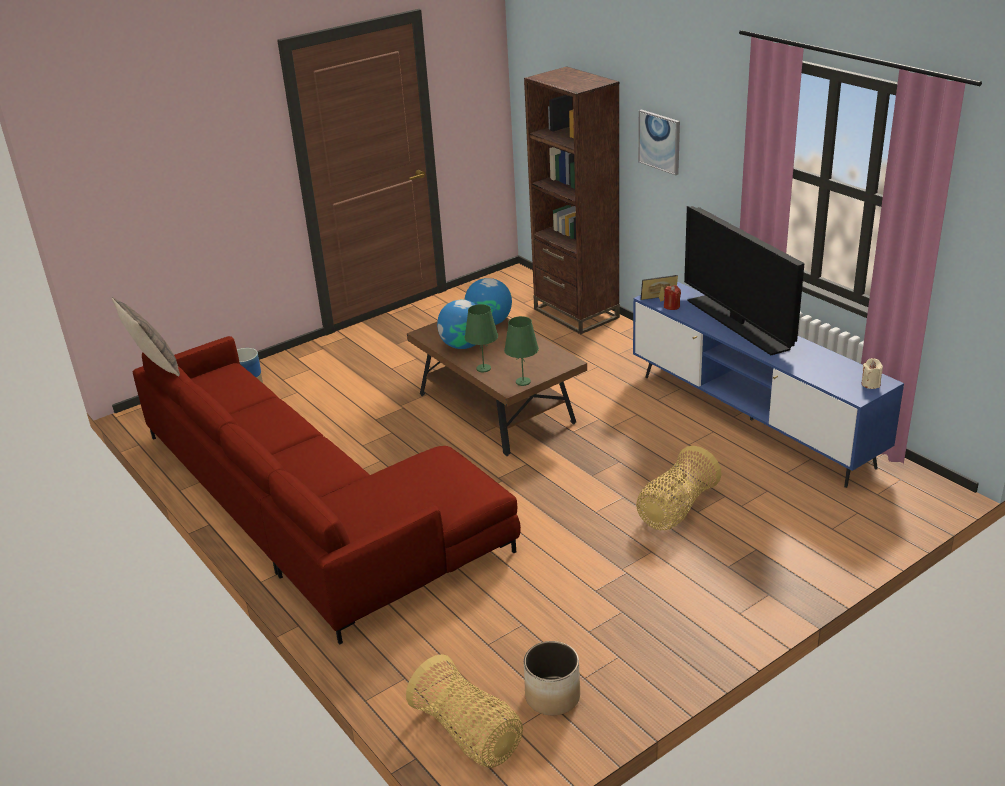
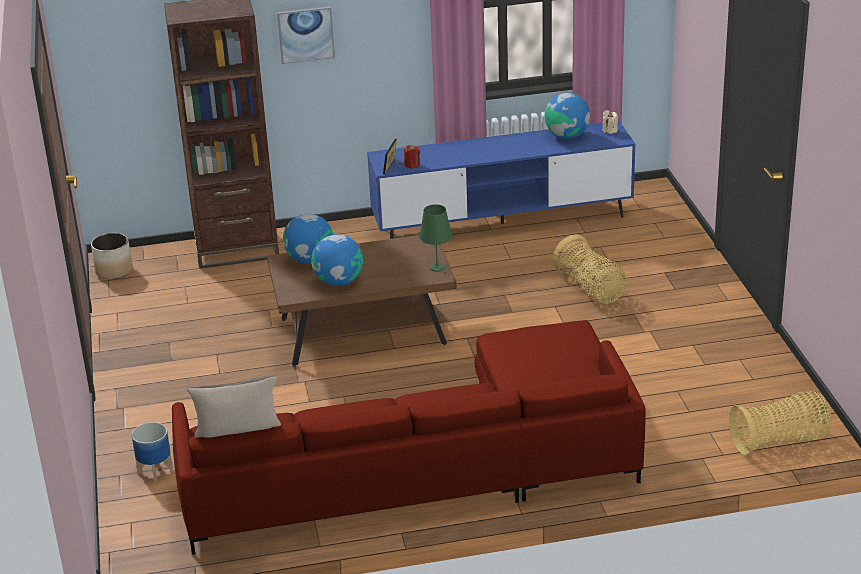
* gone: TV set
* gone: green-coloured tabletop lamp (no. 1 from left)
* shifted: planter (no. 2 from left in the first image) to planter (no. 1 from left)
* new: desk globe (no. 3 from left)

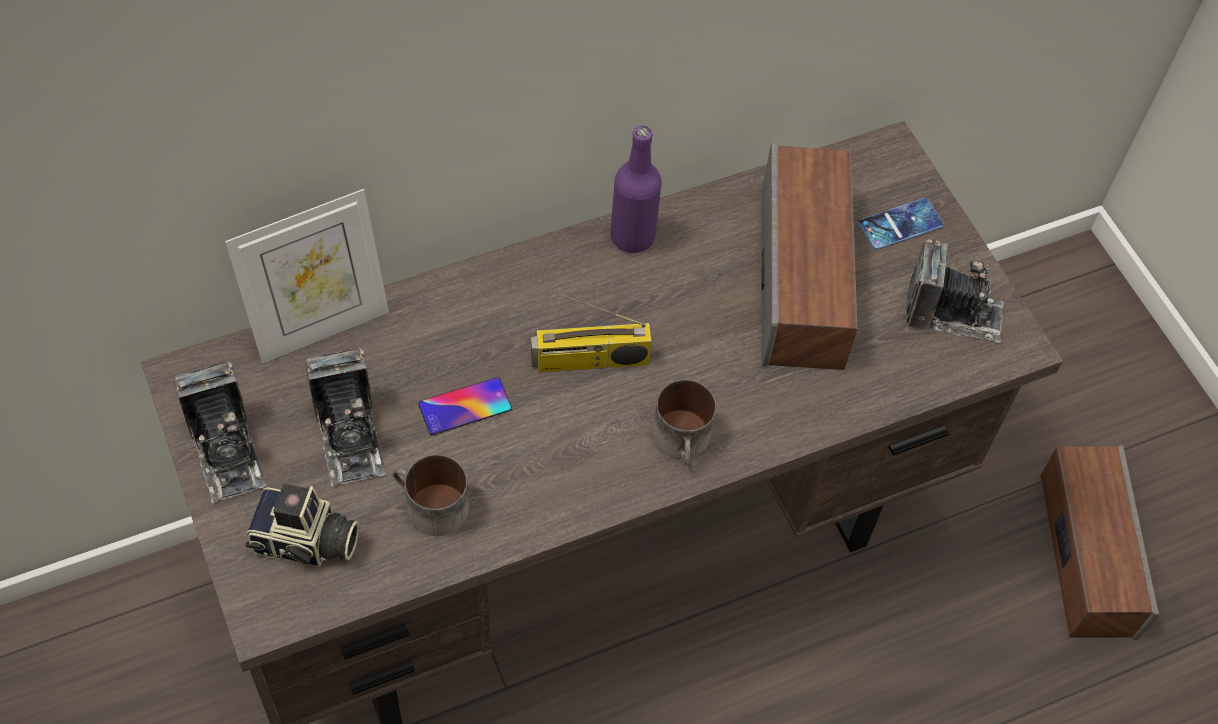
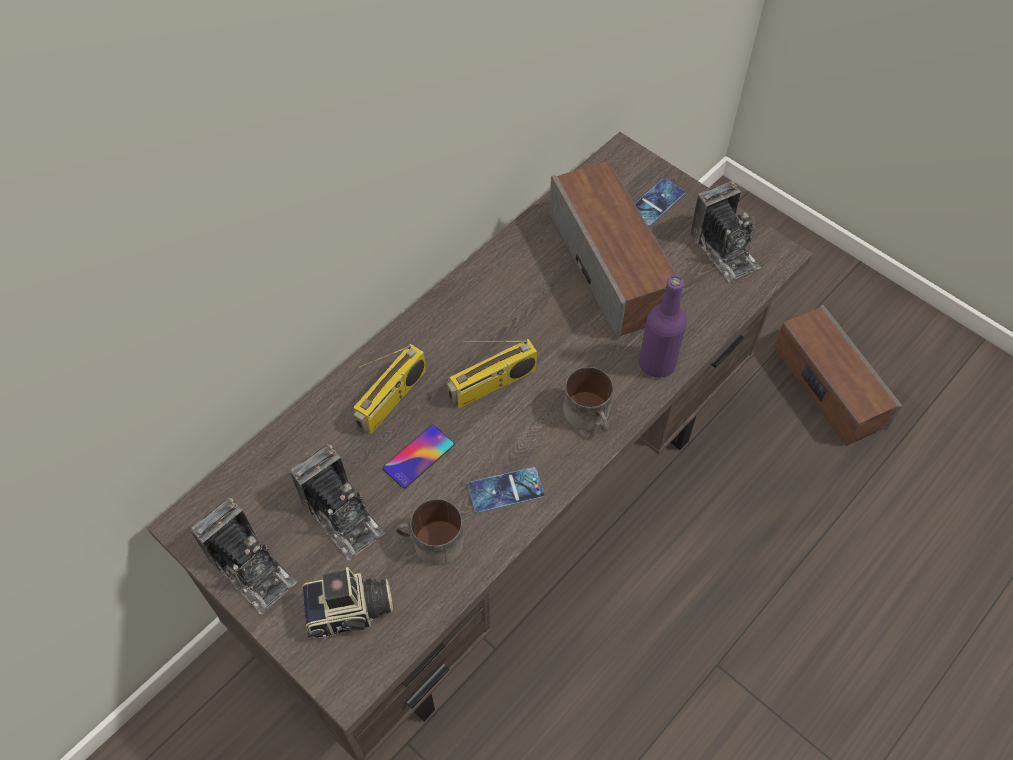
* shifted: purplish bottle
* gone: picture frame
* rotated: photo camera (no. 4 from left) 75 degrees clockwise
* new: radio receiver (no. 1 from left)
* new: telephone (no. 2 from left)

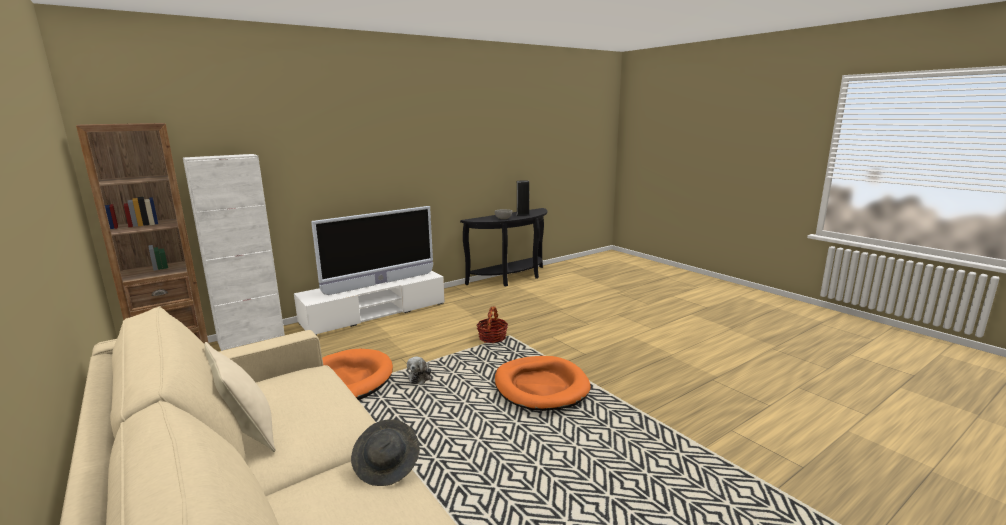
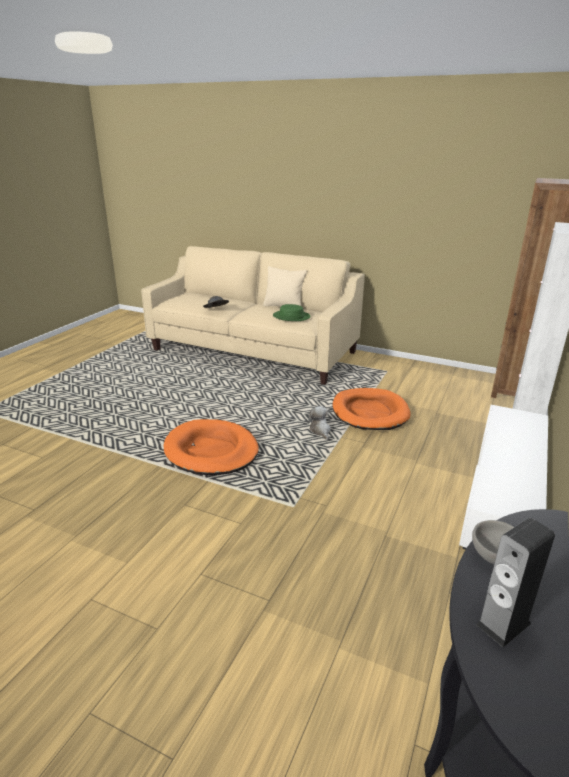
* gone: TV set
* gone: storage basket
* new: green-coloured clothing hat

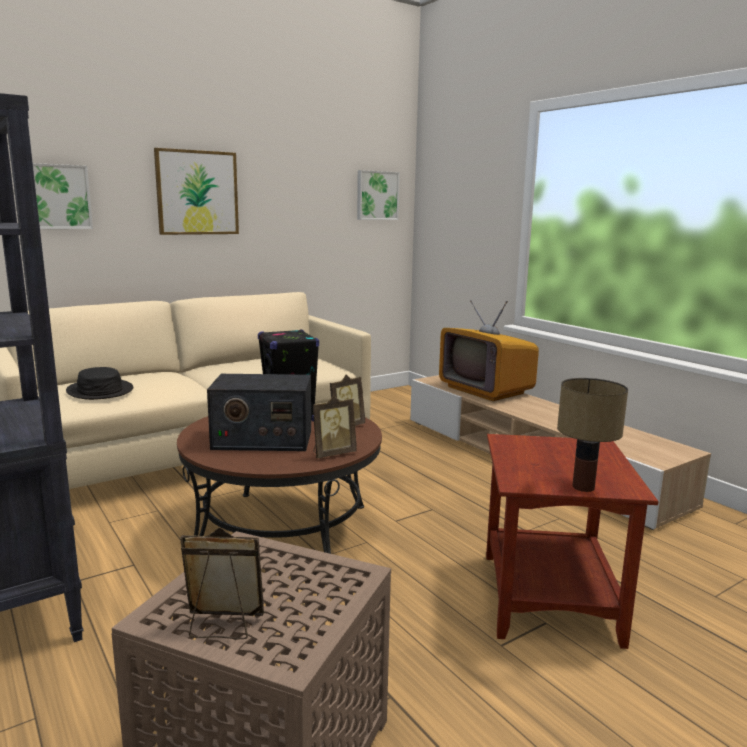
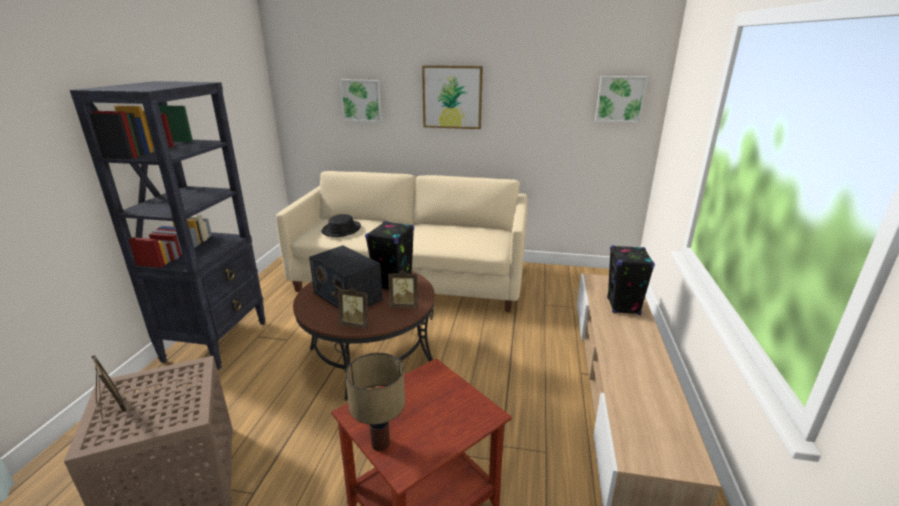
* swapped: TV set to black-coloured audio speaker (no. 2 from left)

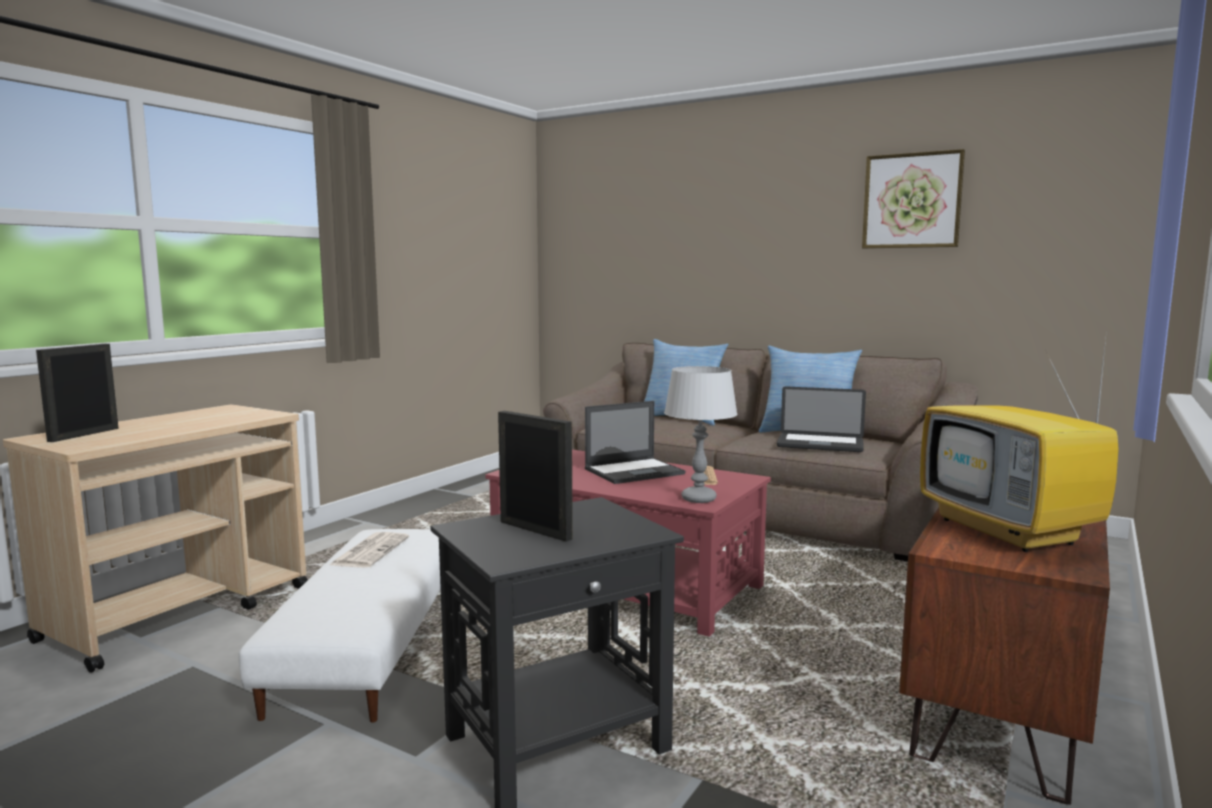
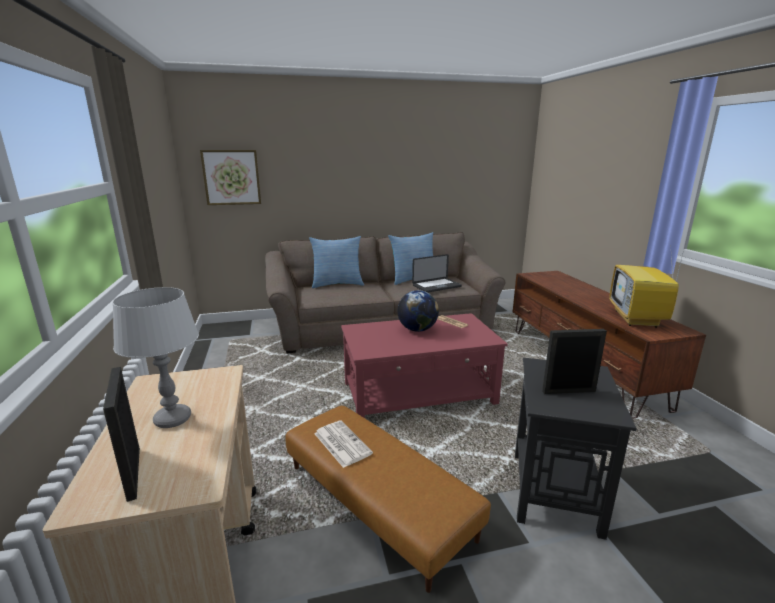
* shifted: wall picture
* rotated: TV set 75 degrees clockwise
* shifted: greyish tabletop lamp
* swapped: portable computer (no. 1 from left) to desk globe
* repainted: white footrest to brown-coloured footrest

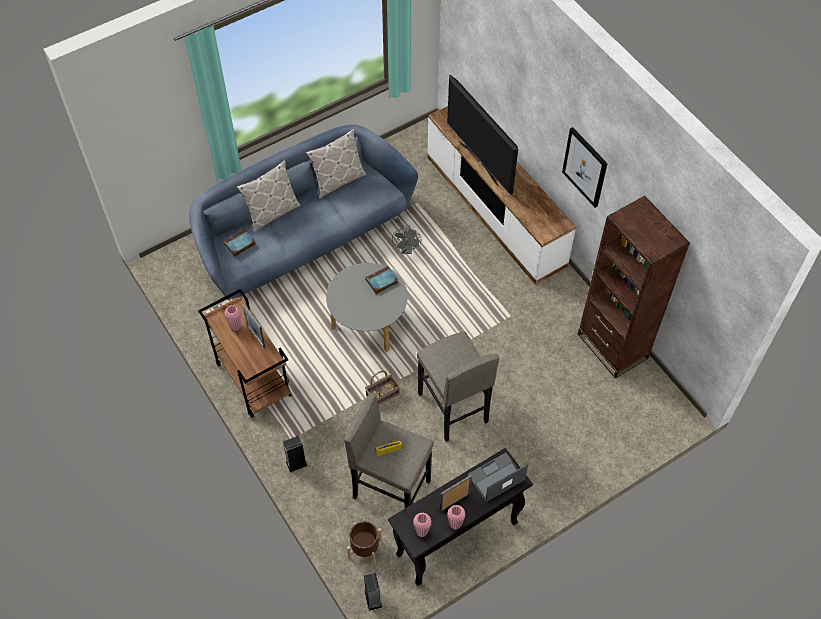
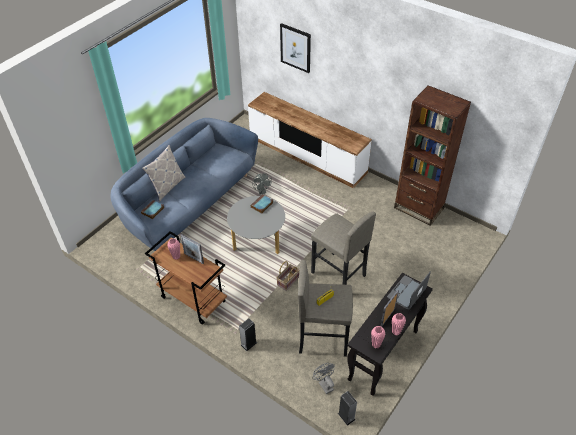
* gone: TV set
* shifted: wall picture
* gone: cushion (no. 2 from left)
* swapped: brown-coloured planter to greyish electric fan (no. 2 from left)

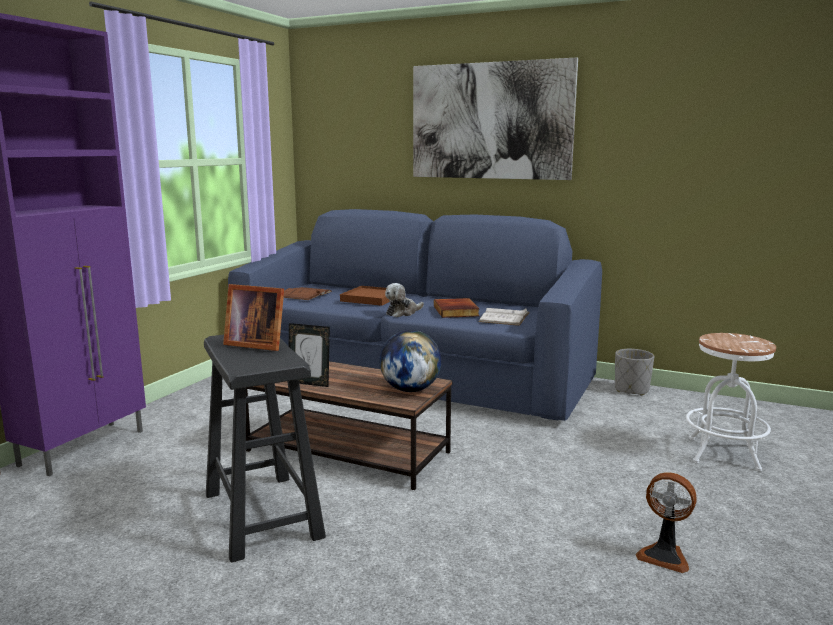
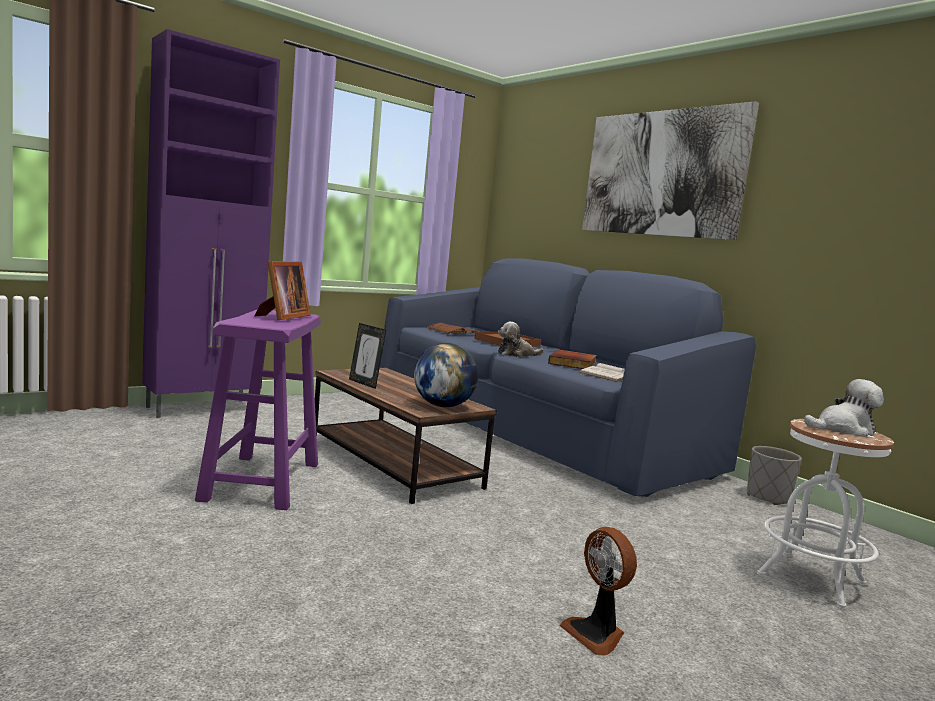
* rotated: picture frame (no. 1 from left) 120 degrees counterclockwise
* repainted: black-coloured stool to purplish stool
* new: soft toy (no. 2 from left)

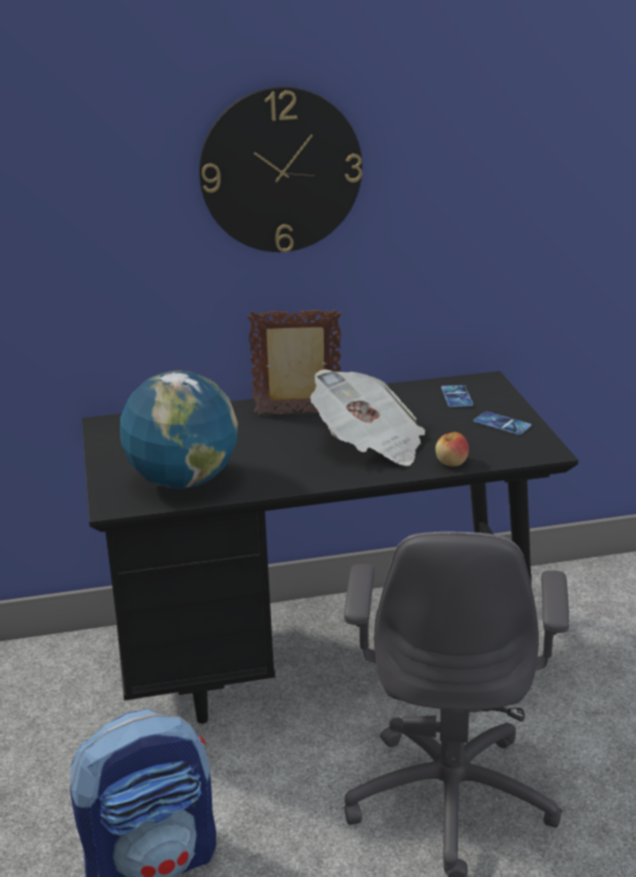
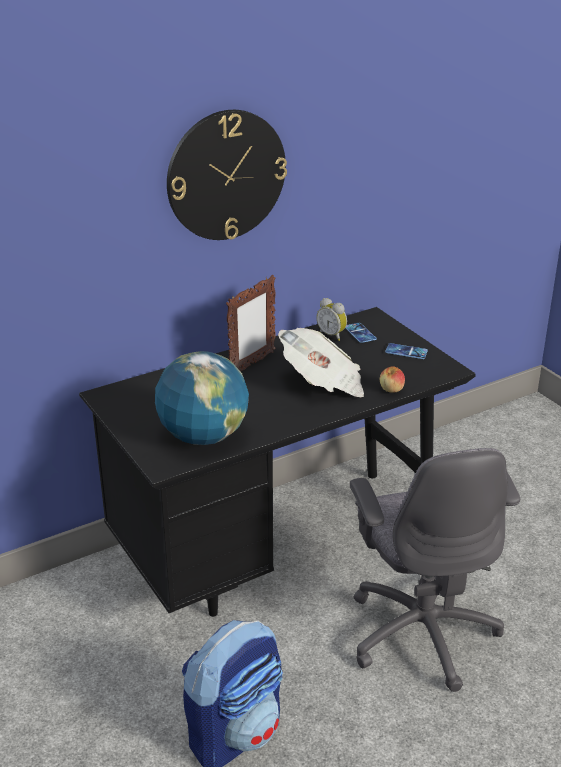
* rotated: picture frame 150 degrees clockwise
* new: table clock

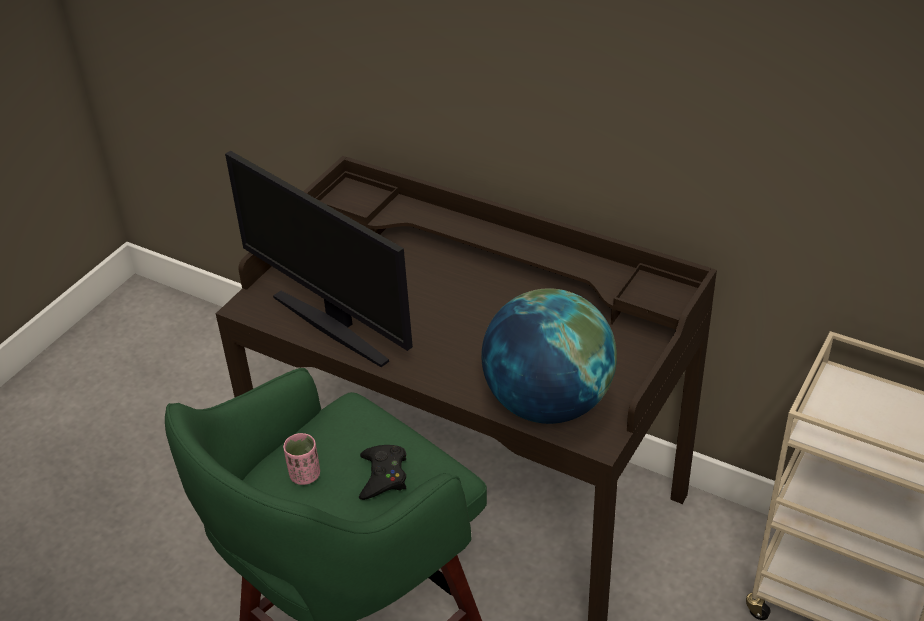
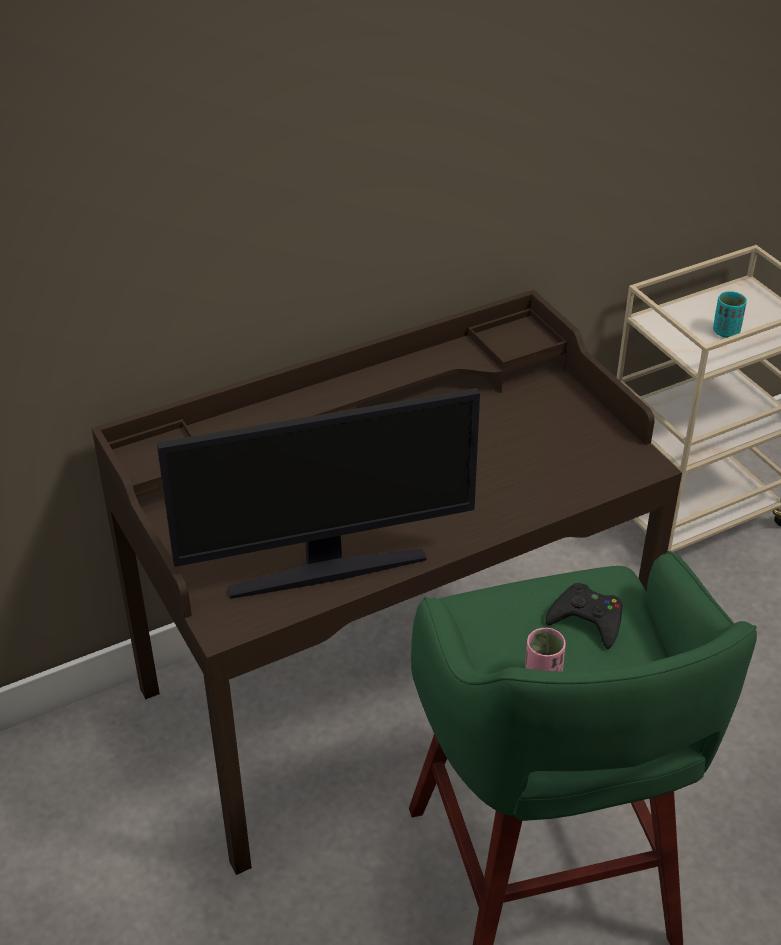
* gone: desk globe
* new: turquoise-coloured cup

